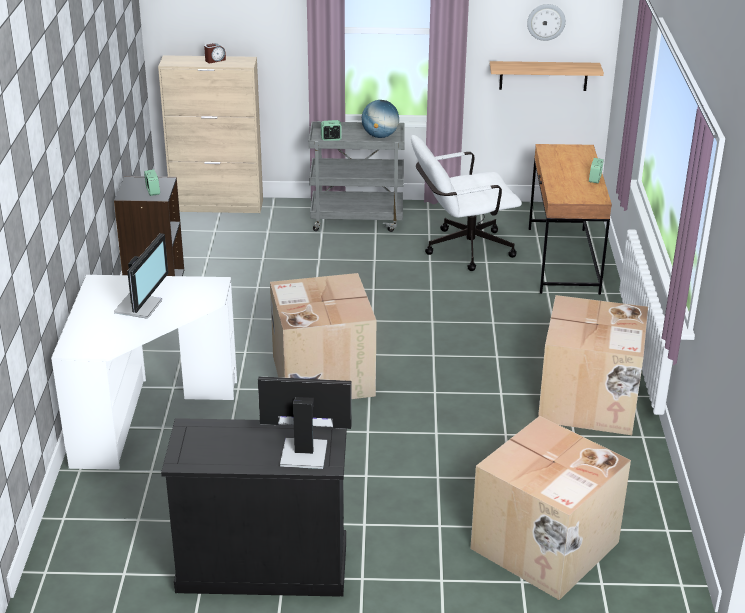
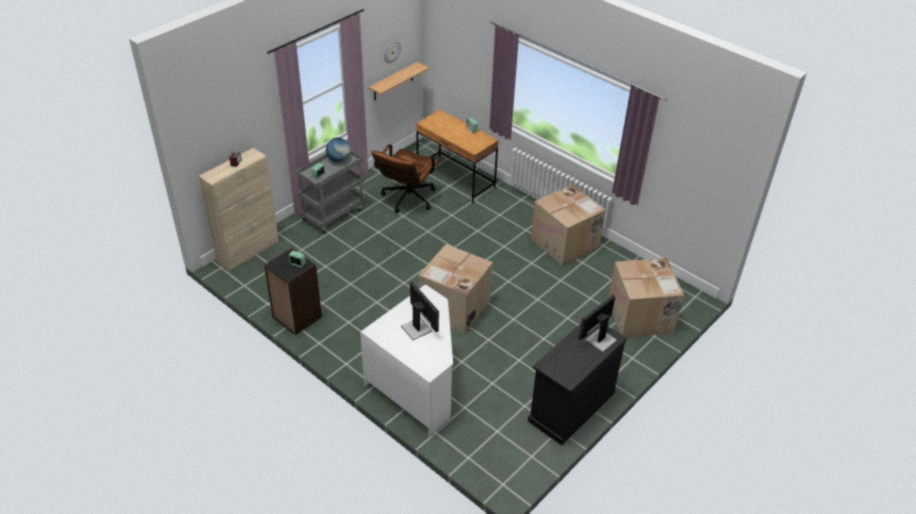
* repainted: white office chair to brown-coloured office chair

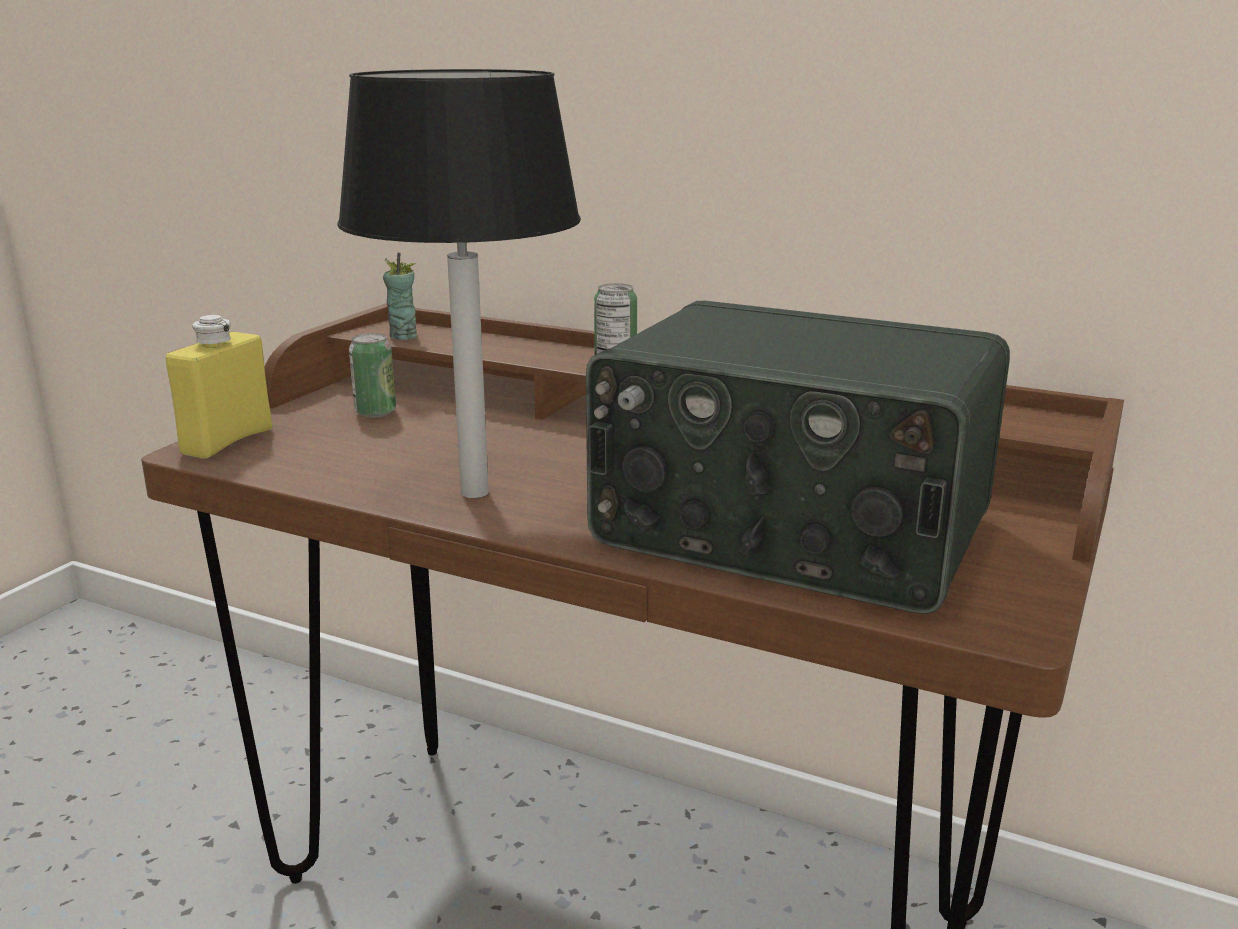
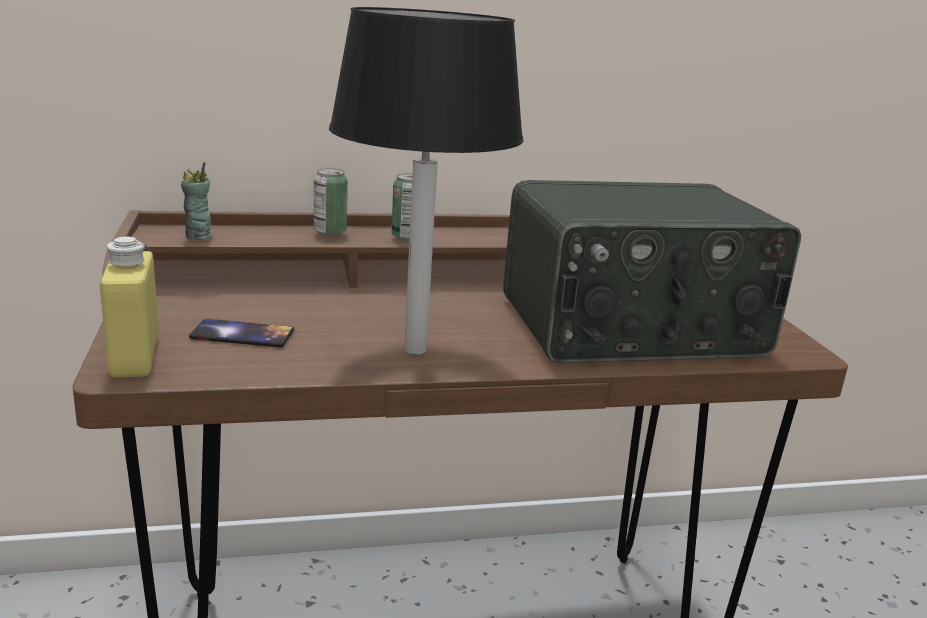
* shifted: sealed can (no. 1 from left)
* new: telephone

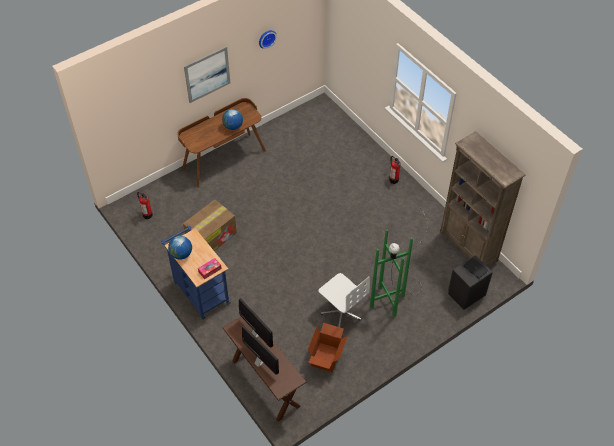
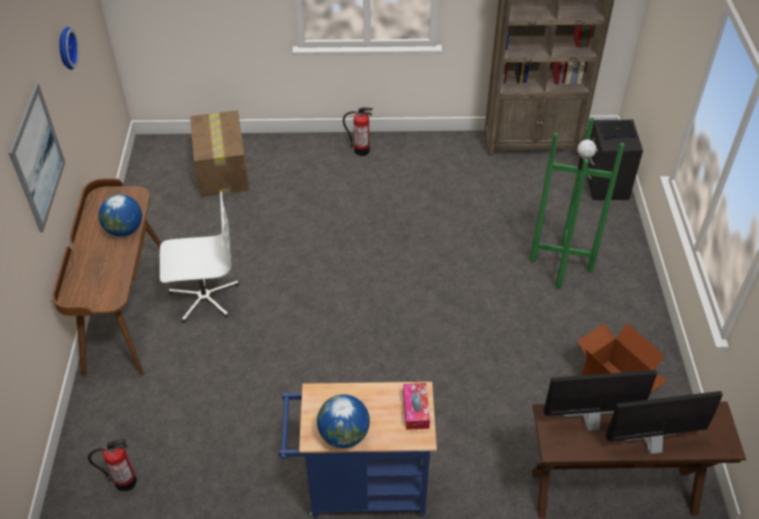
* shifted: packing box (no. 1 from left)
* shifted: white office chair

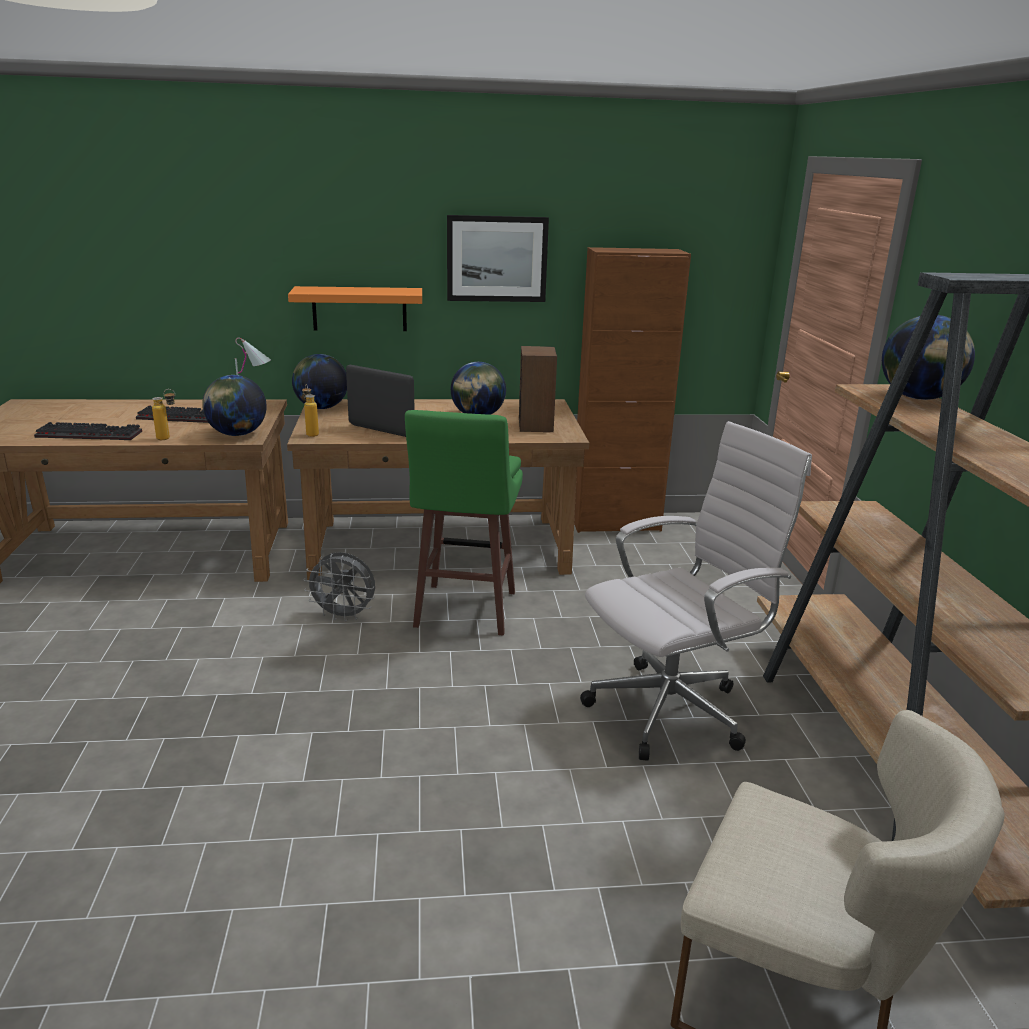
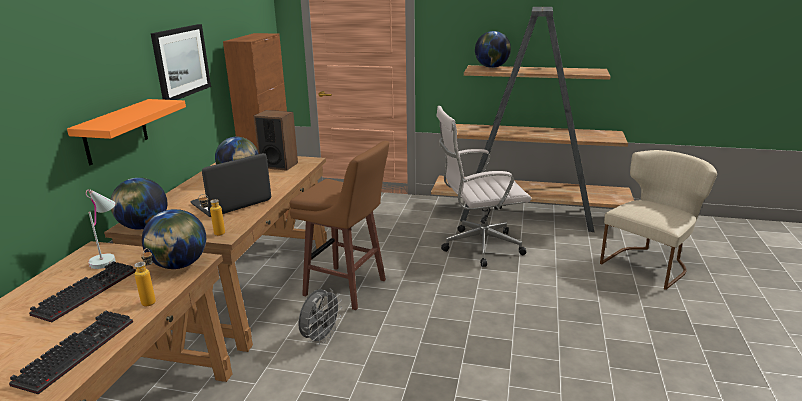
* repainted: green-coloured stool to brown-coloured stool
* rotated: white office chair 90 degrees counterclockwise

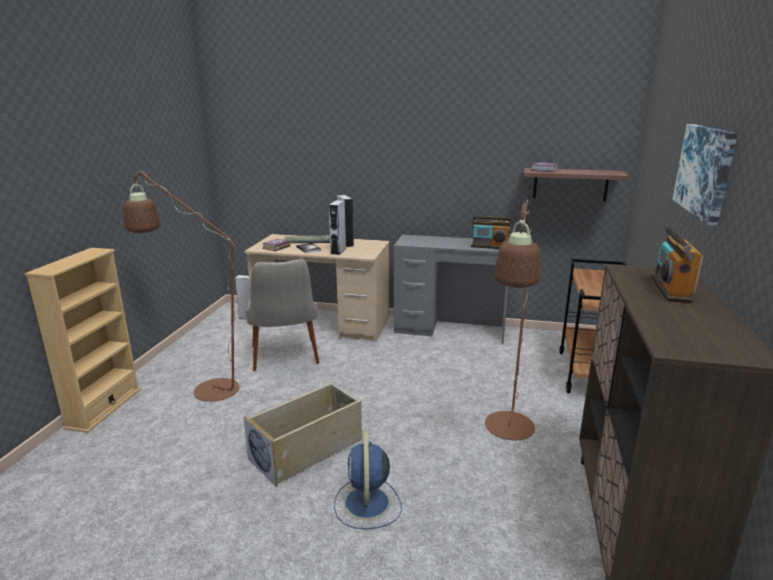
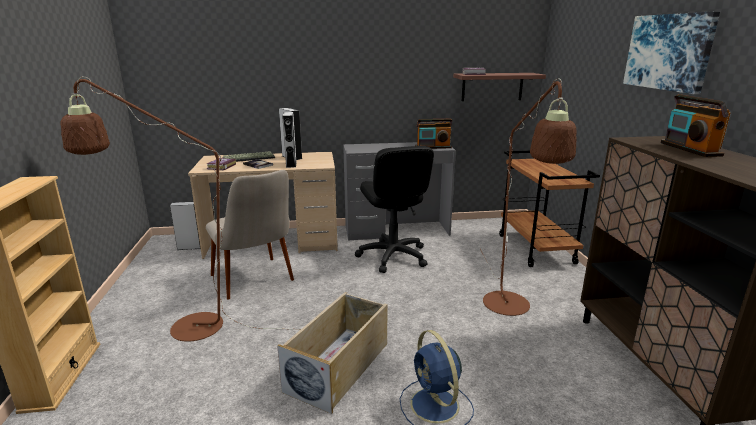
* new: black-coloured office chair

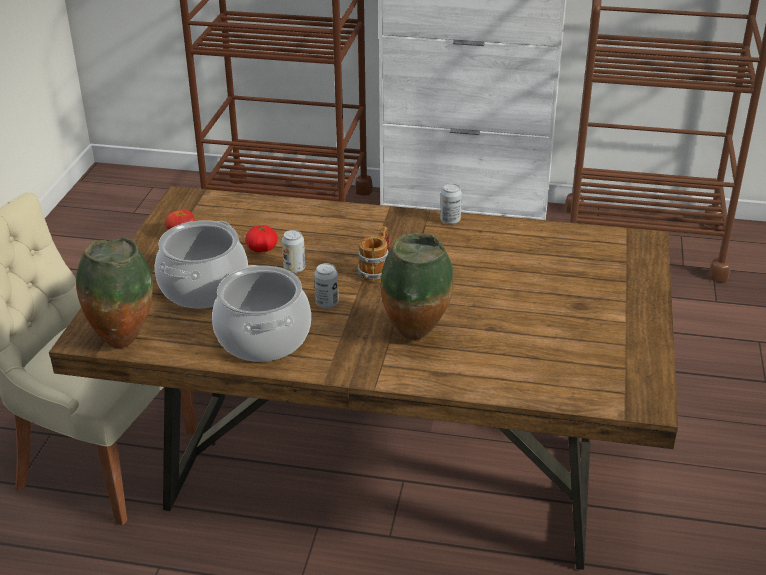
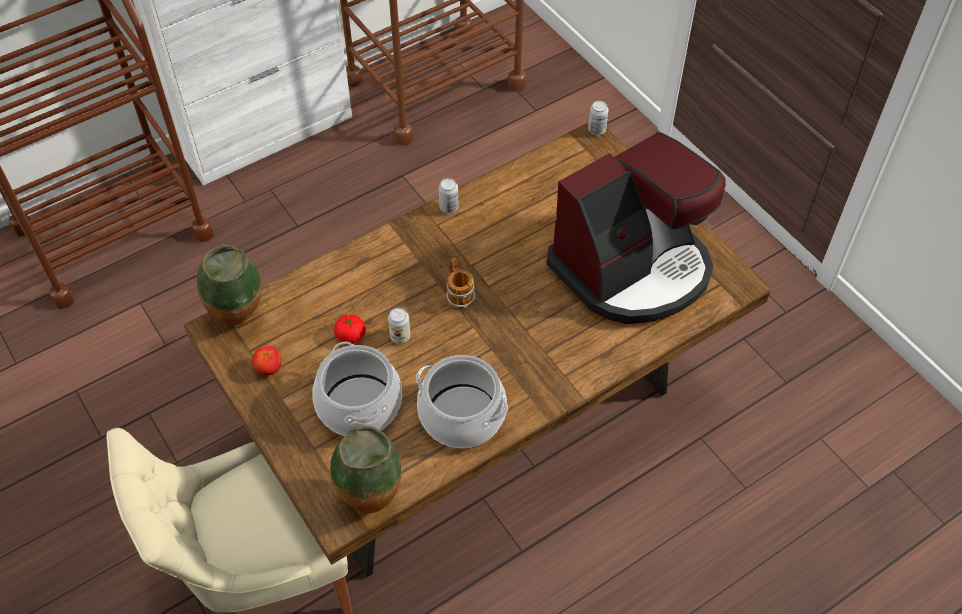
* shifted: decorative vase (no. 2 from left in the first image) to decorative vase (no. 1 from left)
* shifted: sealed can (no. 2 from left in the first image) to sealed can (no. 3 from left)
* new: coffee machine

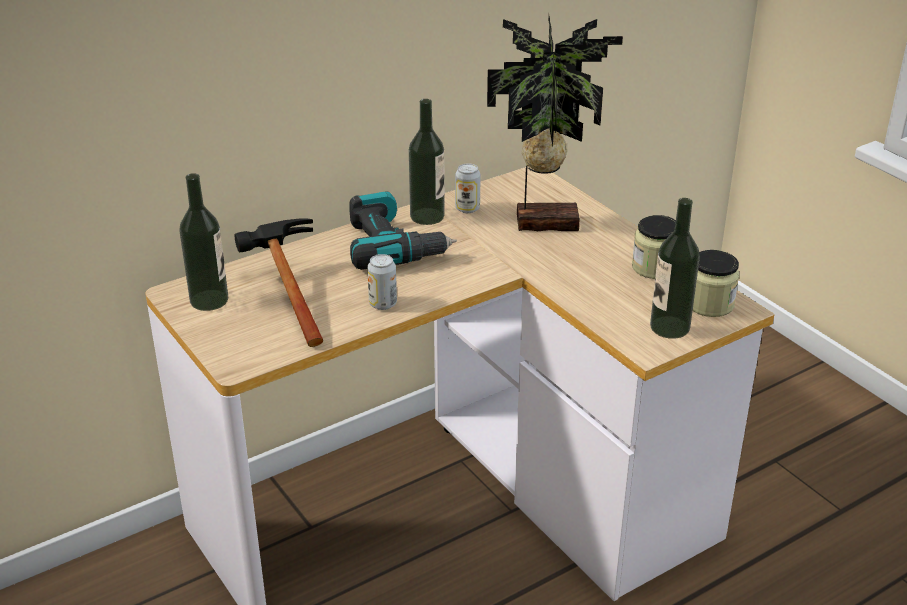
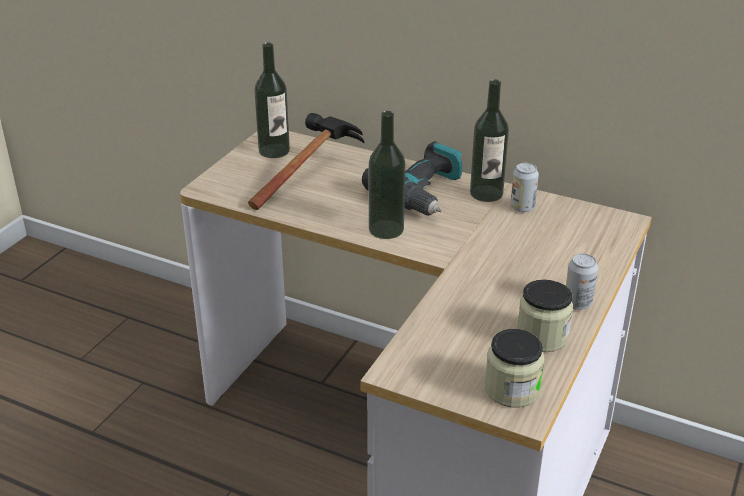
* gone: potted plant
* shifted: bottle (no. 3 from left in the first image) to bottle (no. 2 from left)
* shifted: sealed can (no. 1 from left in the first image) to sealed can (no. 2 from left)

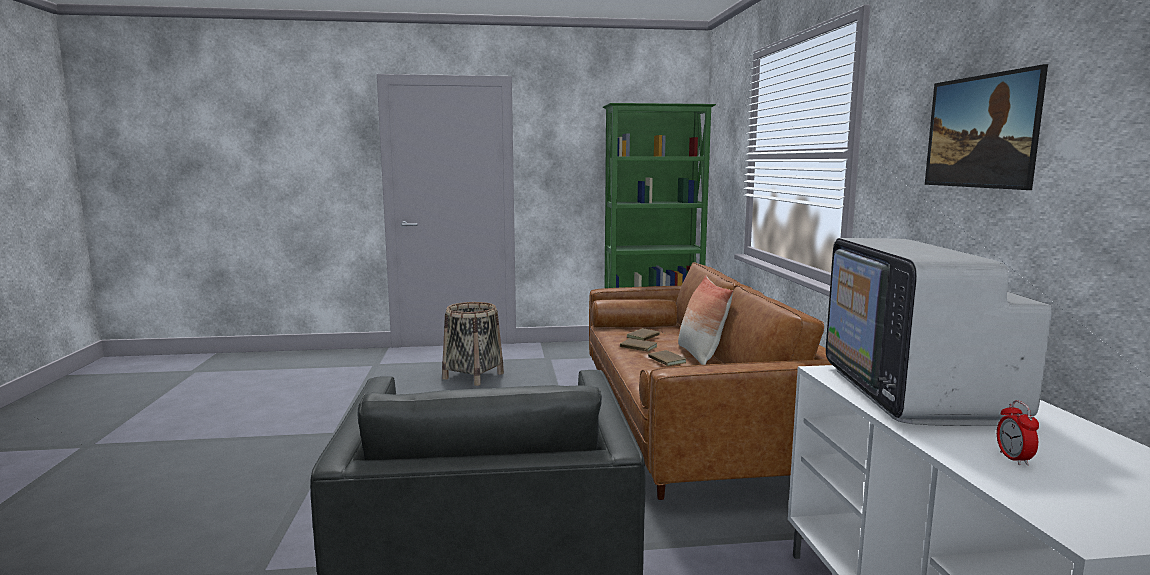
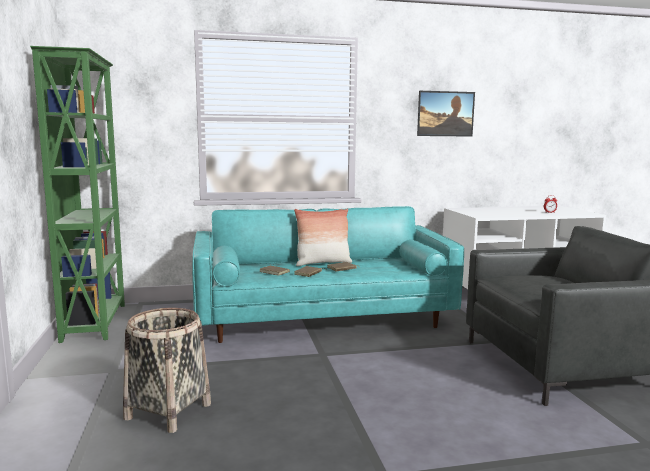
* gone: TV set
* repainted: brown-coloured couch to turquoise-coloured couch

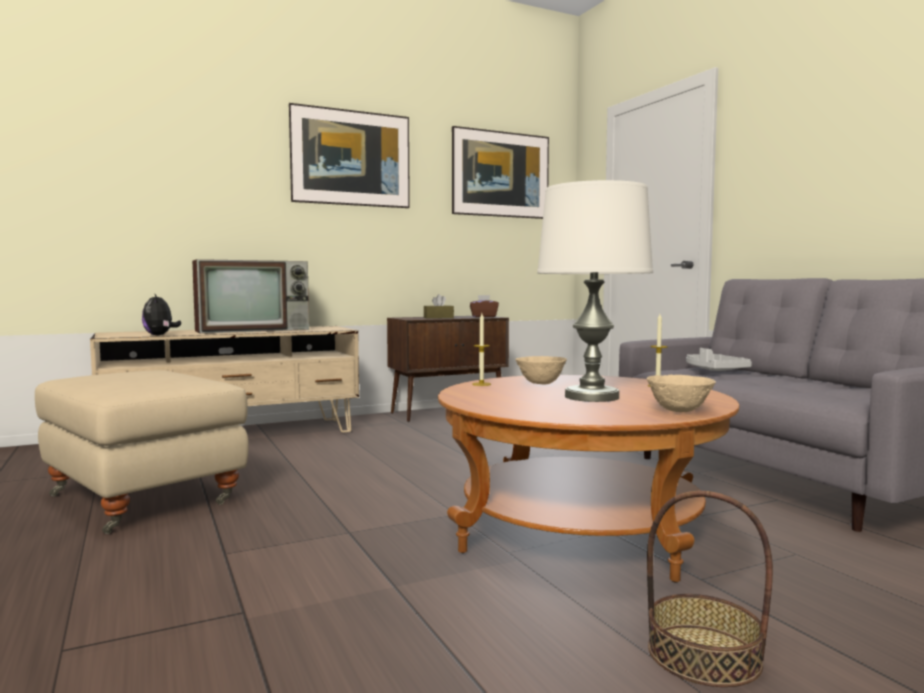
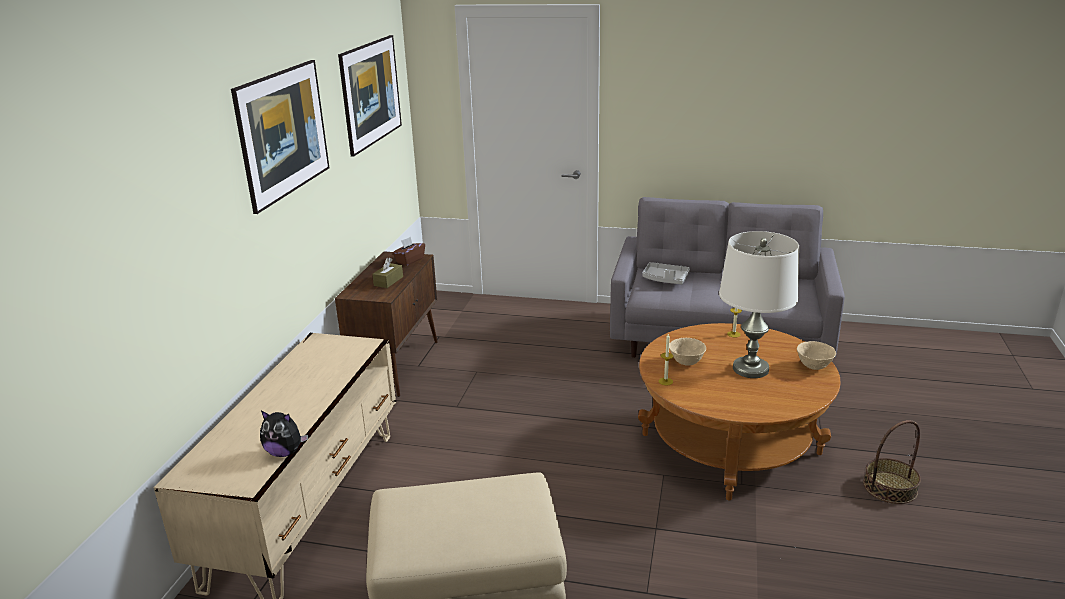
* gone: TV set

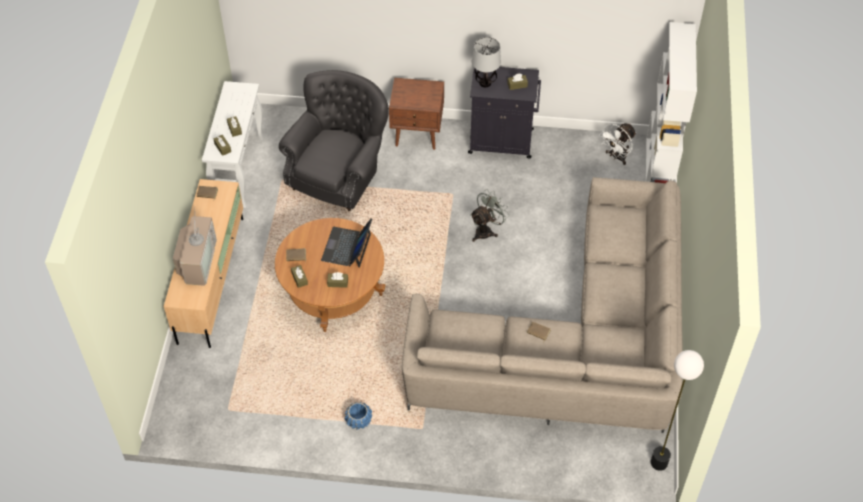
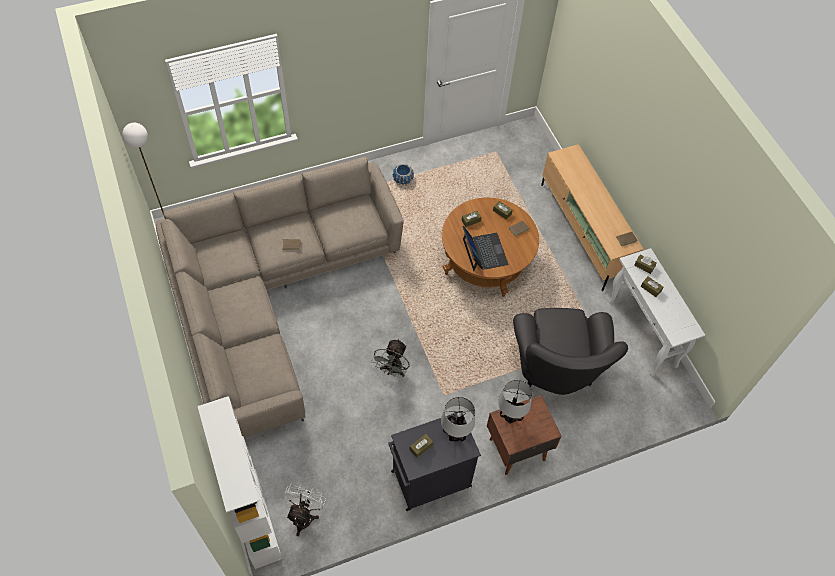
* gone: TV set
* new: tabletop lamp (no. 2 from left)

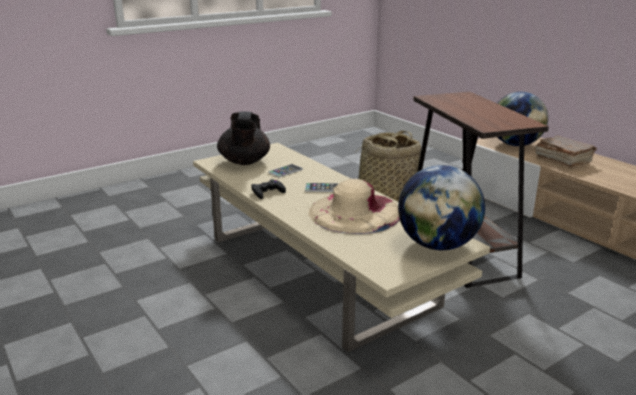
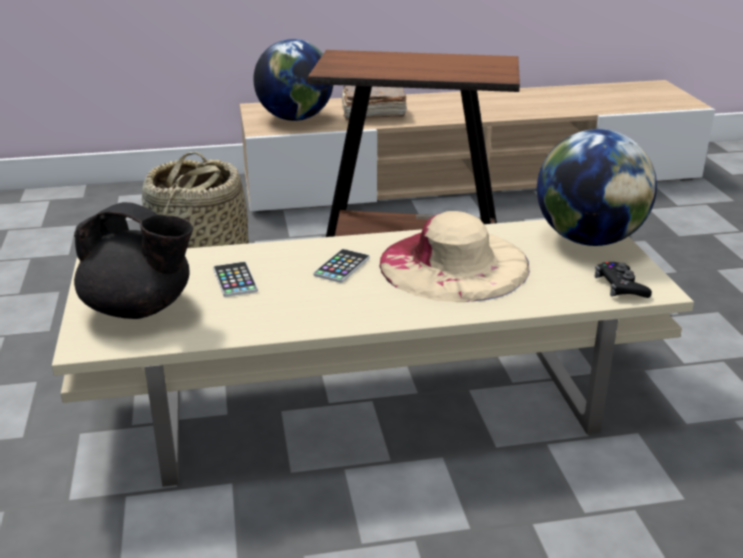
* shifted: black-coloured gamepad

